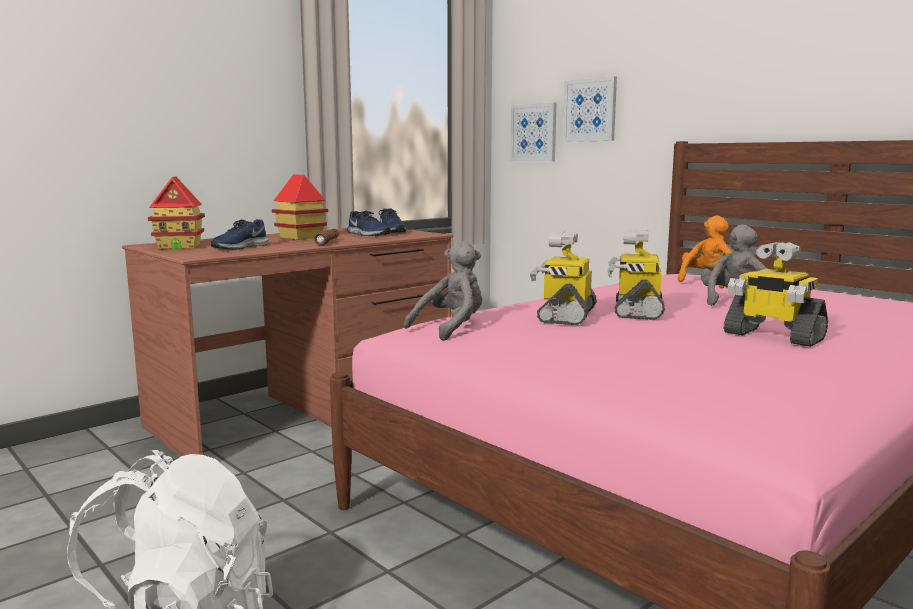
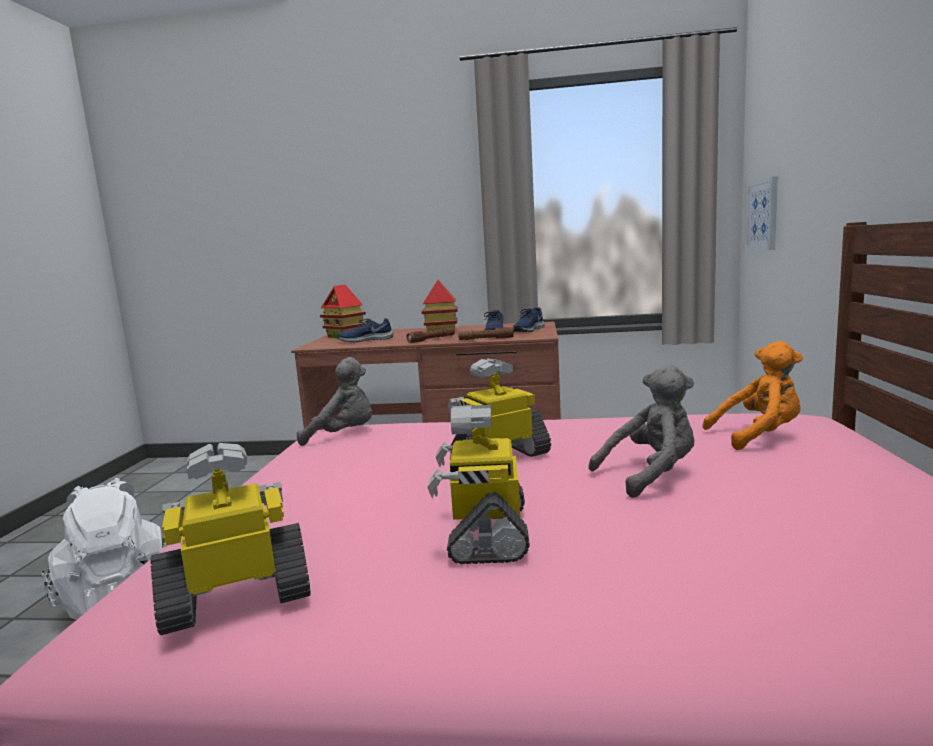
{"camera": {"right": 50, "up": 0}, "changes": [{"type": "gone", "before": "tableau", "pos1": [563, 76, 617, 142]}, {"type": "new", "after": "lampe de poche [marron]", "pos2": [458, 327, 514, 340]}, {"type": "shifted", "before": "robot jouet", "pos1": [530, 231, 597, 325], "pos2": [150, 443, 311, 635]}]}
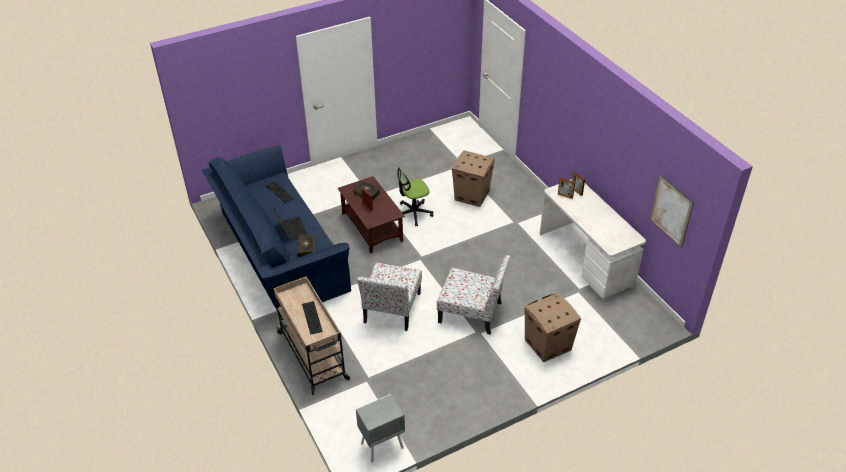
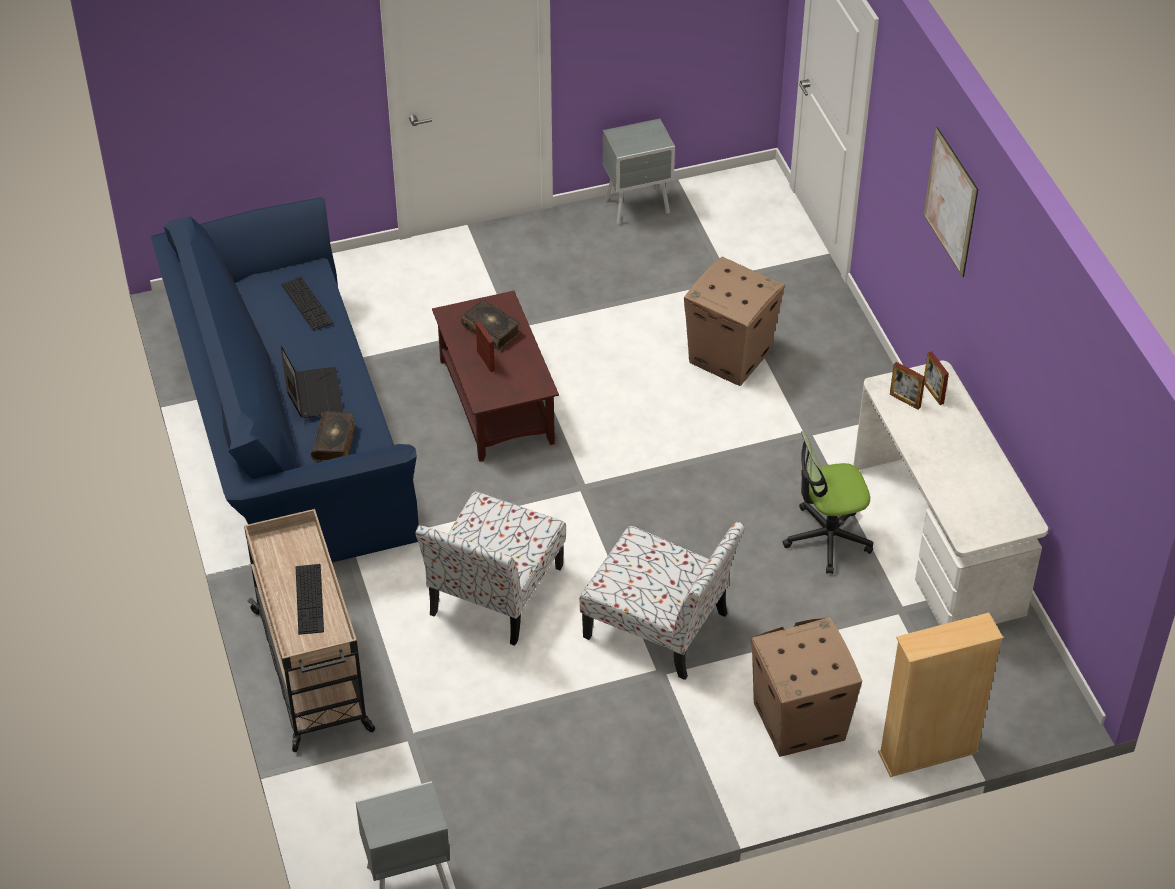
{"camera": {"right": 10, "up": 5}, "changes": [{"type": "new", "after": "table de chevet [gris]", "pos2": [603, 119, 675, 225]}, {"type": "new", "after": "bibliothèque [beige]", "pos2": [878, 613, 1003, 777]}, {"type": "shifted", "before": "chaise de bureau", "pos1": [396, 163, 434, 227], "pos2": [783, 431, 873, 574]}, {"type": "shifted", "before": "tableau", "pos1": [650, 175, 694, 248], "pos2": [924, 127, 978, 277]}]}
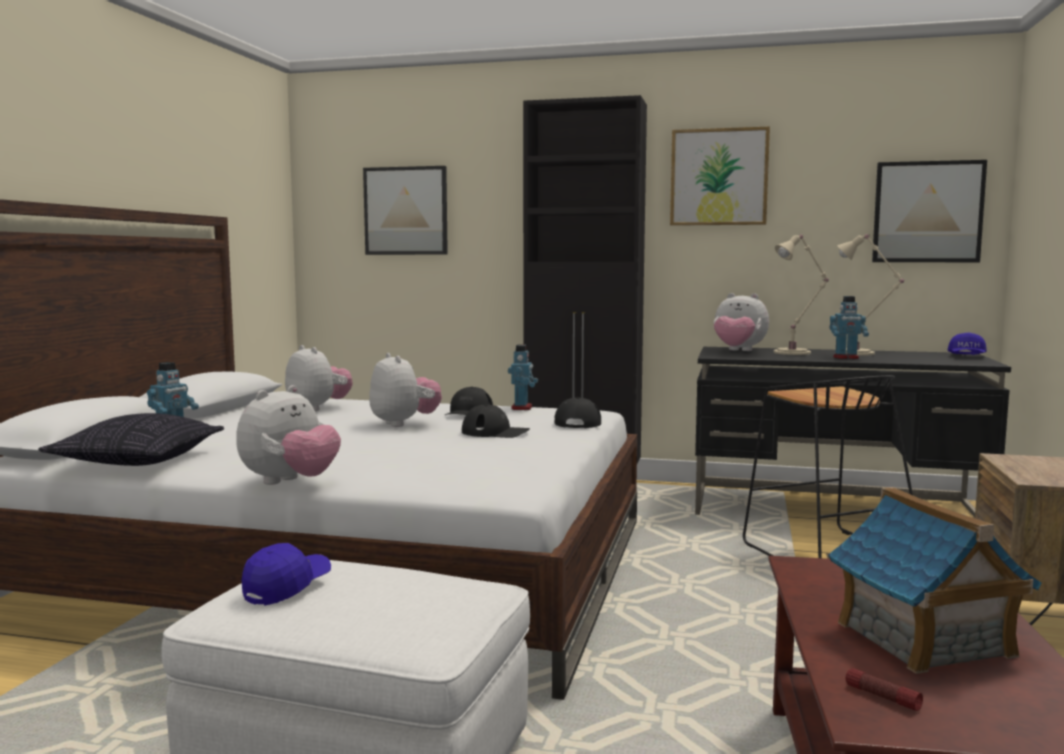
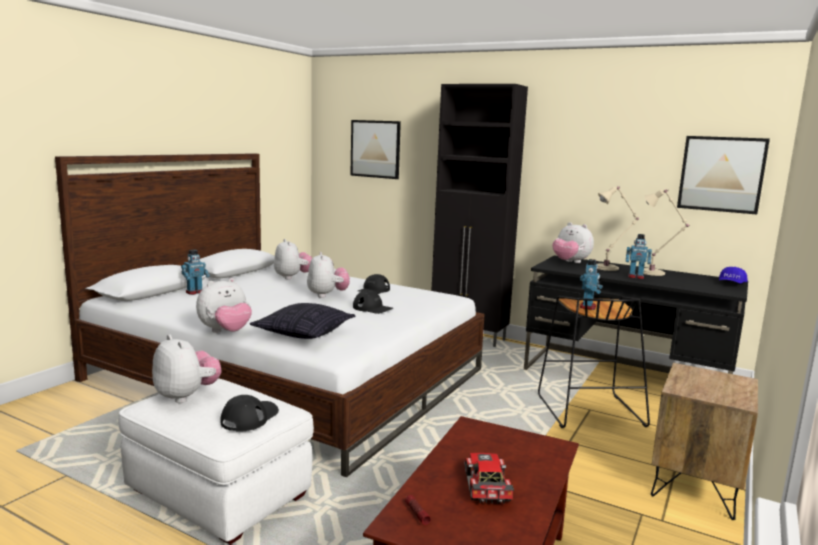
{"camera": {"right": 15, "up": 5}, "changes": [{"type": "gone", "before": "tableau", "pos1": [670, 126, 770, 226]}, {"type": "shifted", "before": "coussin", "pos1": [38, 413, 224, 466], "pos2": [250, 303, 355, 339]}, {"type": "shifted", "before": "robot jouet", "pos1": [508, 345, 538, 410], "pos2": [580, 259, 603, 310]}, {"type": "shifted", "before": "casquette [noir]", "pos1": [555, 397, 601, 428], "pos2": [220, 395, 279, 432]}, {"type": "swapped", "before": "casquette [bleu]", "after": "peluche", "pos1": [242, 543, 331, 606], "pos2": [152, 334, 221, 403]}, {"type": "swapped", "before": "maison miniature", "after": "petite voiture", "pos1": [828, 487, 1042, 674], "pos2": [464, 453, 514, 504]}]}
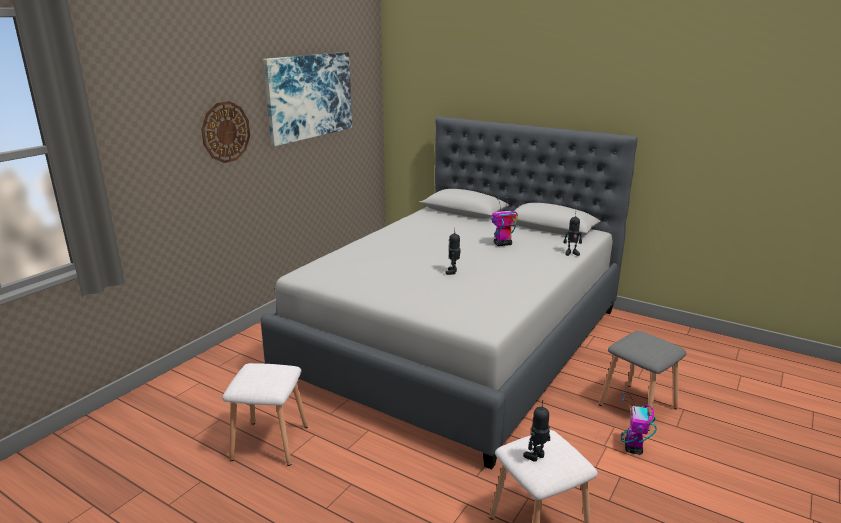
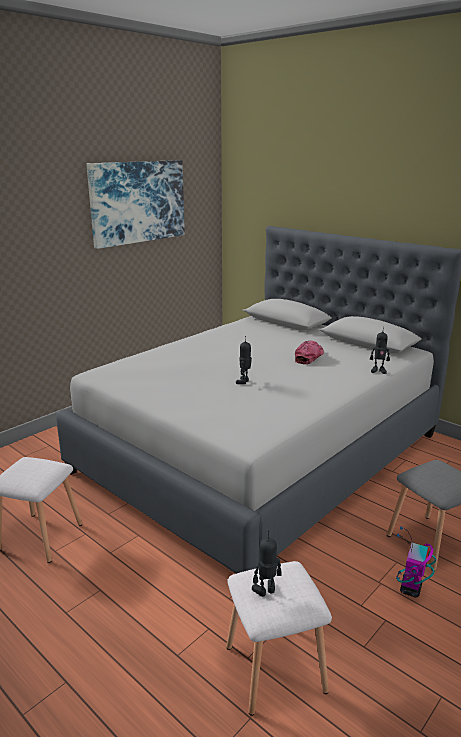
{"camera": {"right": 10, "up": 0}, "changes": [{"type": "gone", "before": "horloge murale", "pos1": [201, 101, 250, 163]}, {"type": "swapped", "before": "robot jouet", "after": "casquette", "pos1": [492, 197, 518, 246], "pos2": [295, 341, 324, 364]}]}
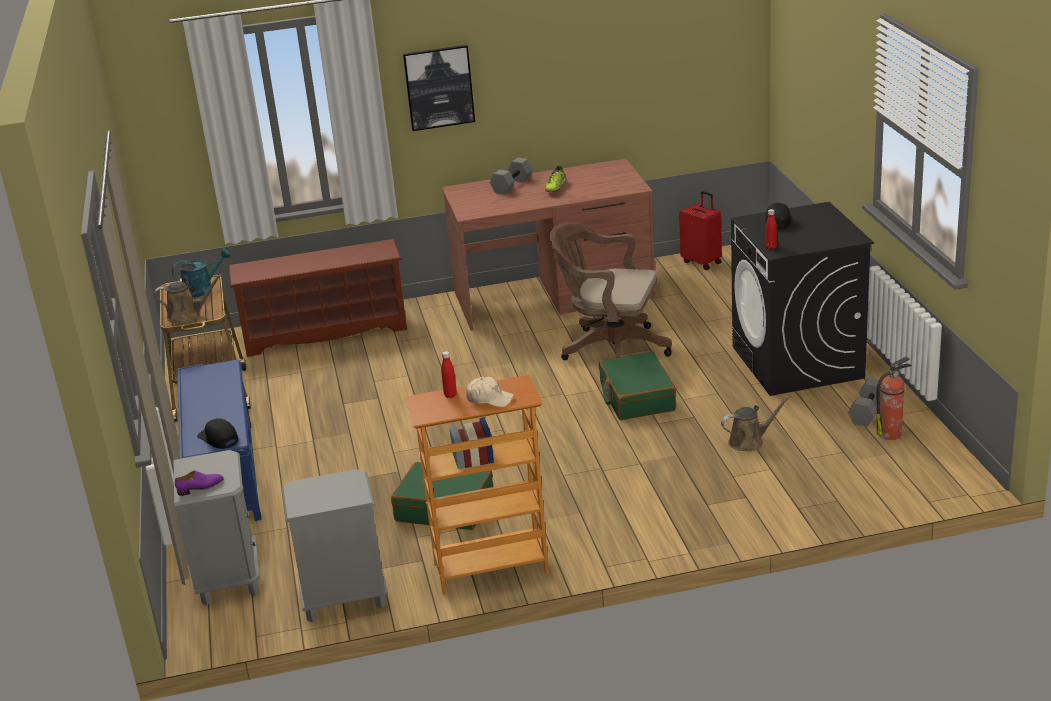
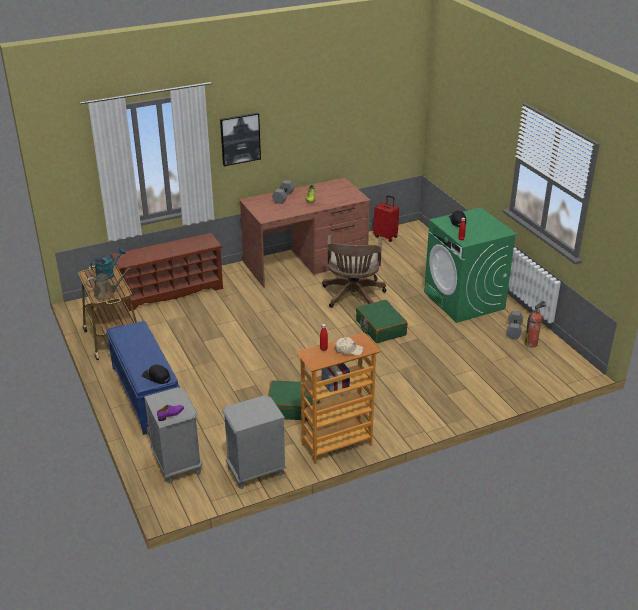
{"camera": {"right": -15, "up": 5}, "changes": [{"type": "gone", "before": "arrosoir [marron]", "pos1": [721, 395, 791, 451]}, {"type": "repainted", "before": "lave-linge [noir]", "after": "lave-linge [vert]", "pos1": [731, 202, 874, 396], "pos2": [424, 207, 517, 323]}, {"type": "rotated", "before": "chaise de bureau [marron]", "pos1": [550, 222, 672, 360], "pos2": [322, 235, 387, 308], "turn": -90}]}
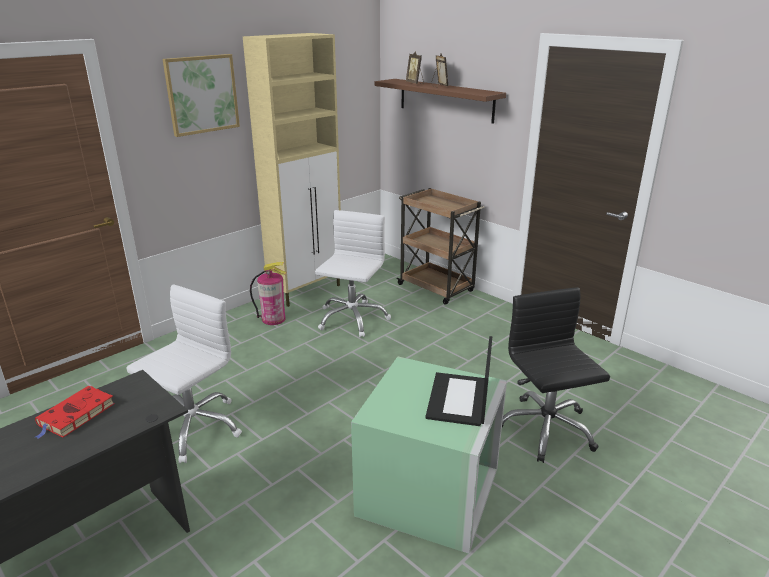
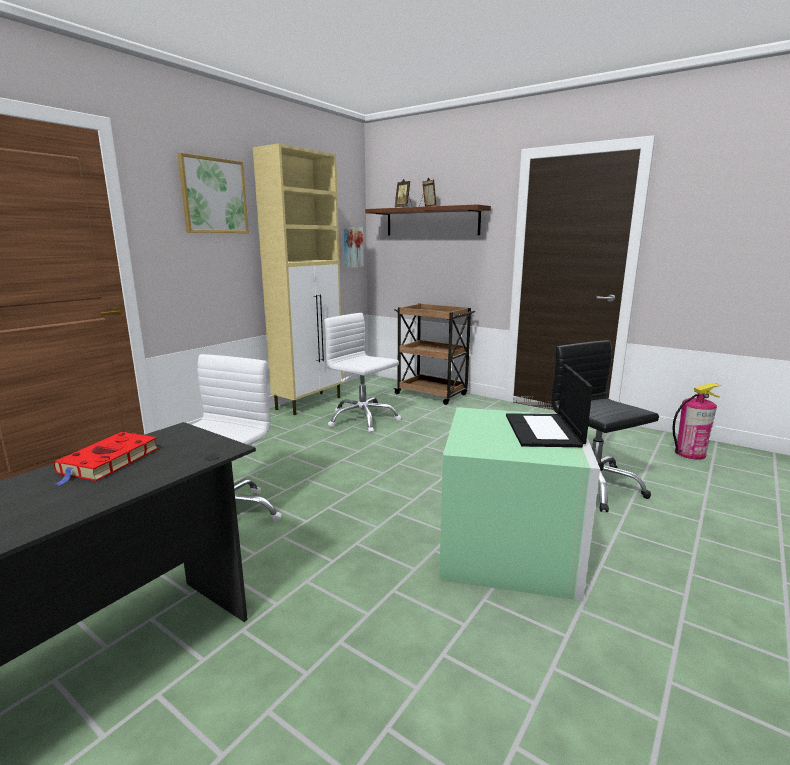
{"camera": {"right": -10, "up": -10}, "changes": [{"type": "new", "after": "tableau", "pos2": [344, 227, 364, 268]}, {"type": "shifted", "before": "extincteur", "pos1": [250, 262, 286, 325], "pos2": [672, 383, 721, 460]}, {"type": "rotated", "before": "chaise de bureau [blanc]", "pos1": [315, 210, 391, 337], "pos2": [324, 313, 401, 433], "turn": -60}]}
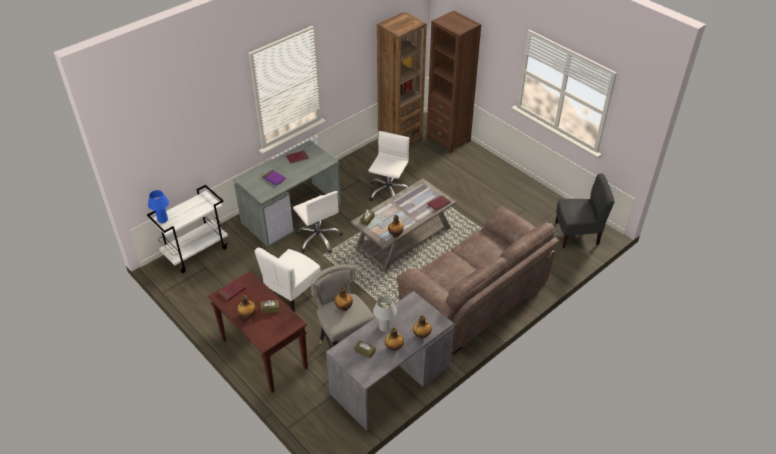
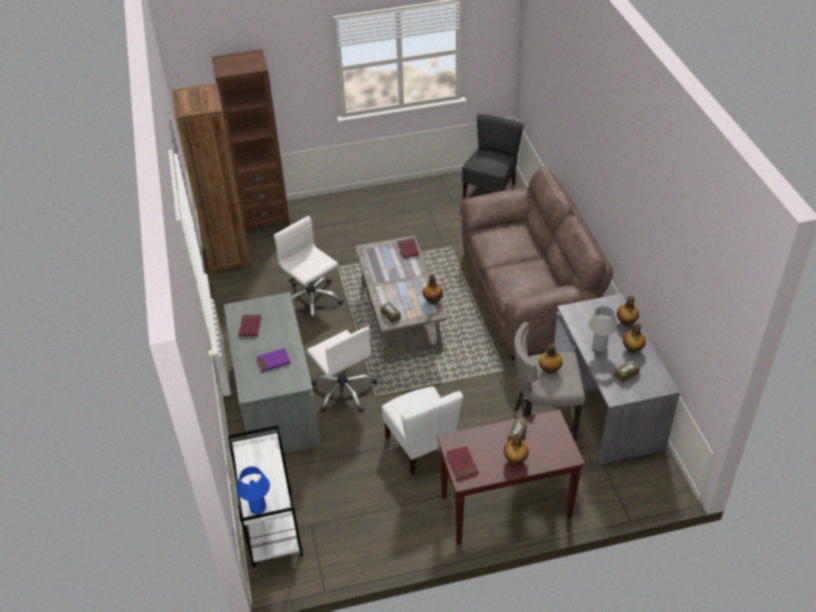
{"camera": {"right": -60, "up": 0}, "changes": [{"type": "rotated", "before": "chaise de bureau [blanc]", "pos1": [293, 191, 343, 253], "pos2": [307, 327, 377, 412], "turn": 60}]}
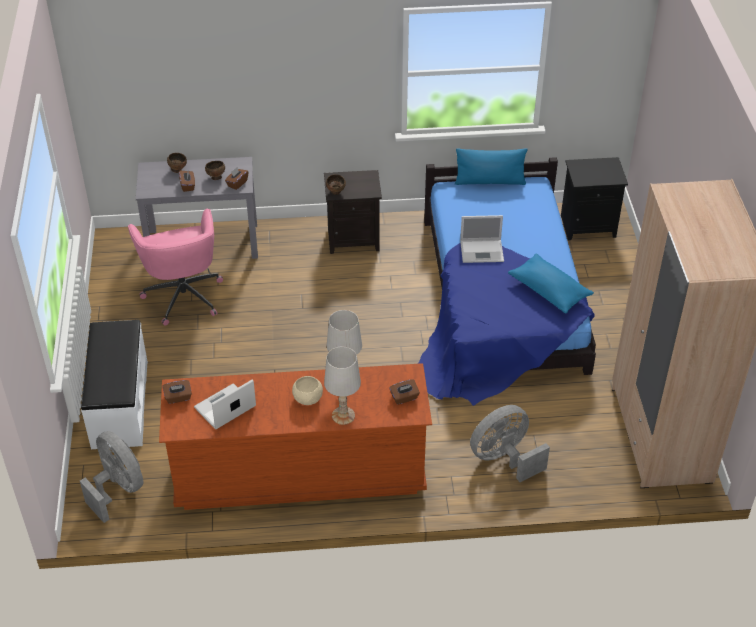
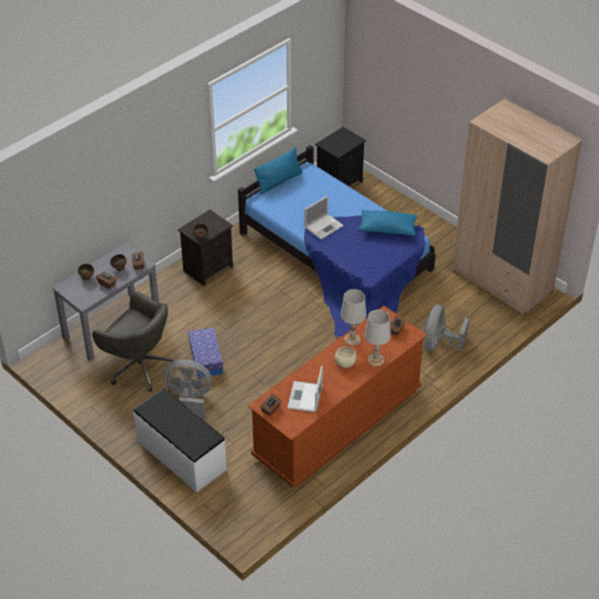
{"camera": {"right": -40, "up": 0}, "changes": [{"type": "new", "after": "boîte de rangement", "pos2": [188, 327, 223, 378]}, {"type": "shifted", "before": "ventilateur [gris]", "pos1": [80, 431, 143, 523], "pos2": [164, 360, 212, 420]}, {"type": "repainted", "before": "chaise de bureau [rose]", "after": "chaise de bureau [gris]", "pos1": [128, 209, 223, 326], "pos2": [92, 292, 174, 392]}]}
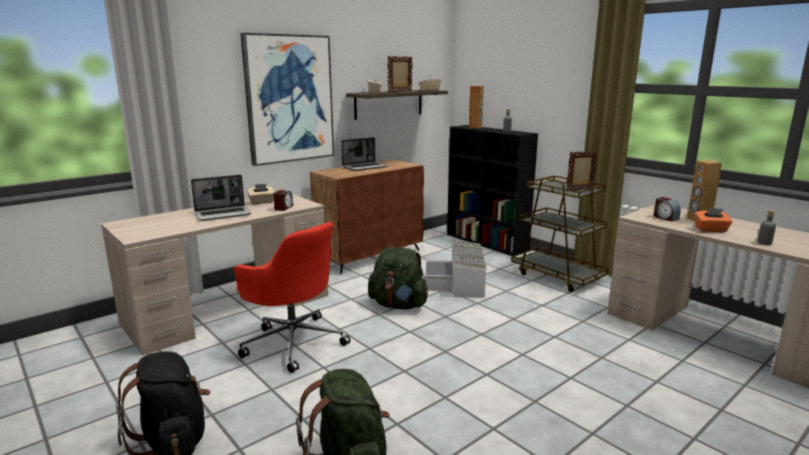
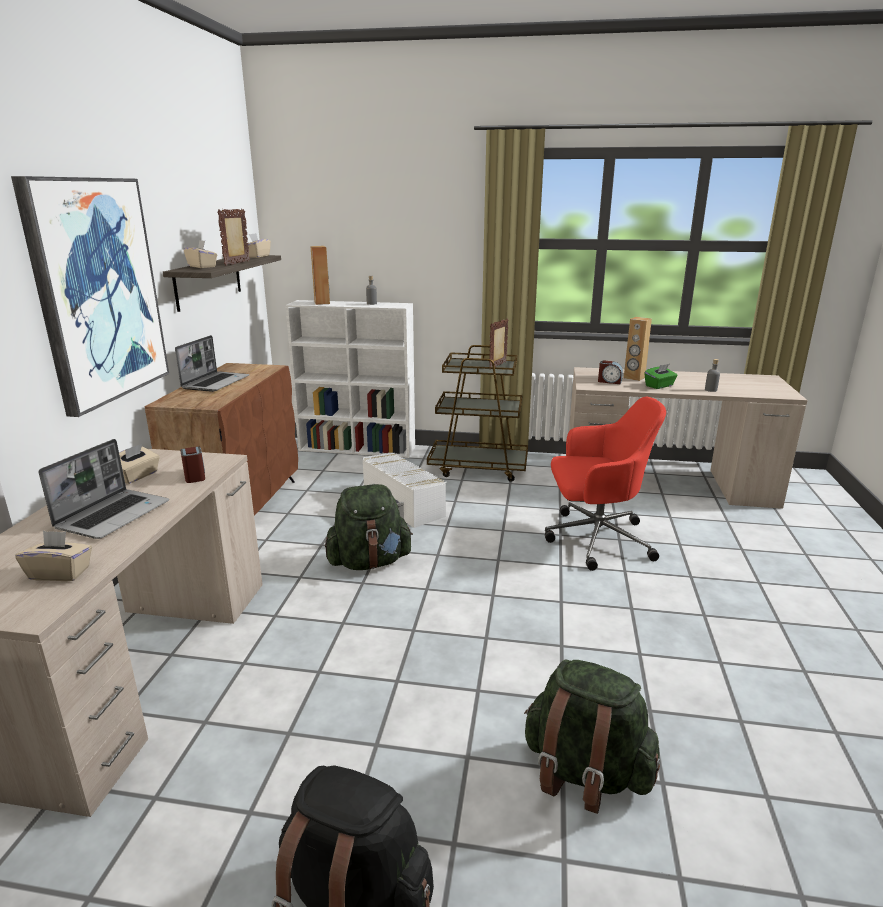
{"camera": {"right": -40, "up": 5}, "changes": [{"type": "new", "after": "boîte à mouchoirs [beige]", "pos2": [15, 531, 92, 581]}, {"type": "shifted", "before": "chaise de bureau [rouge]", "pos1": [234, 222, 351, 373], "pos2": [545, 396, 666, 571]}, {"type": "repainted", "before": "bibliothèque [noir]", "after": "bibliothèque [blanc]", "pos1": [447, 125, 538, 256], "pos2": [285, 300, 415, 458]}, {"type": "repainted", "before": "boîte à mouchoirs [orange]", "after": "boîte à mouchoirs [vert]", "pos1": [694, 208, 733, 232], "pos2": [644, 364, 678, 389]}]}
